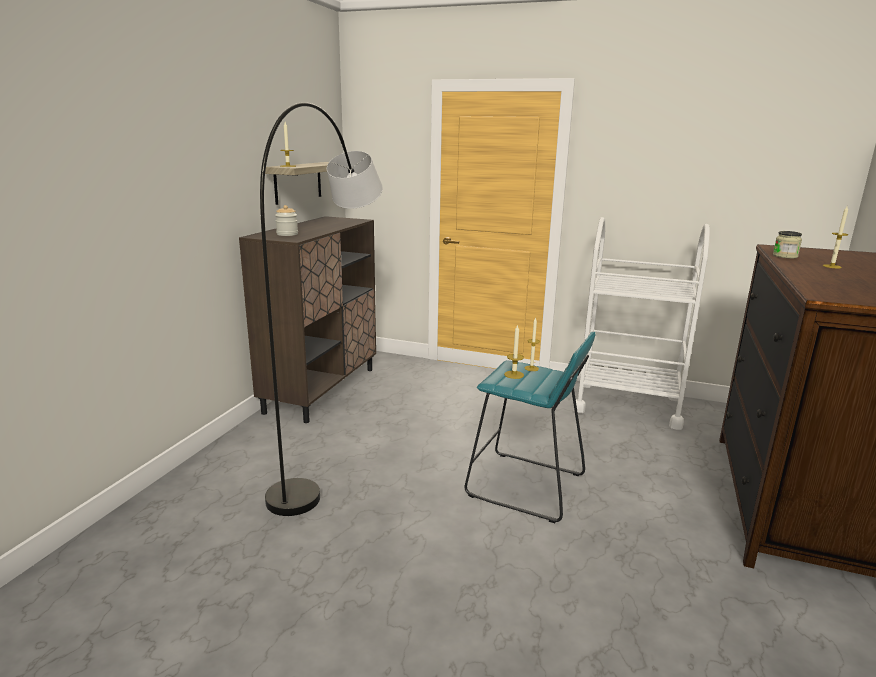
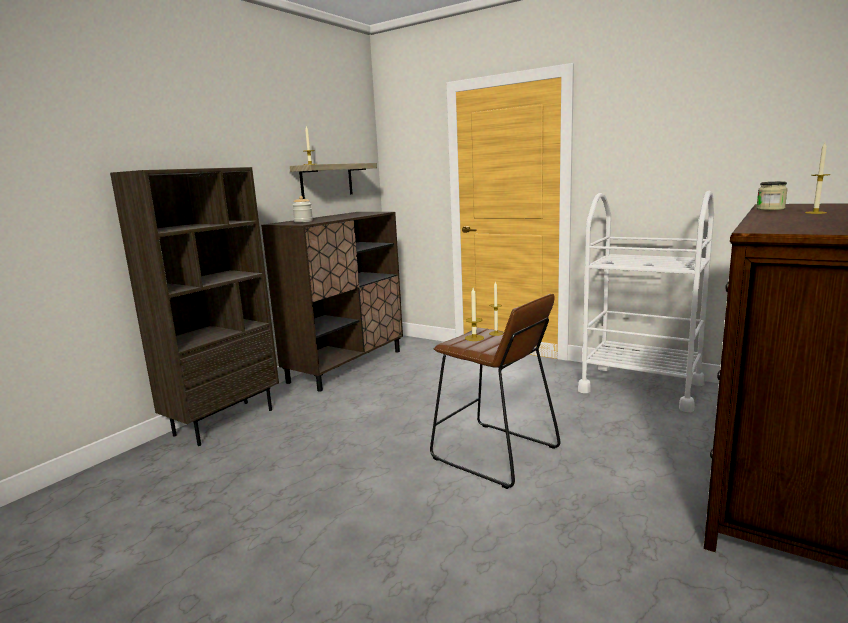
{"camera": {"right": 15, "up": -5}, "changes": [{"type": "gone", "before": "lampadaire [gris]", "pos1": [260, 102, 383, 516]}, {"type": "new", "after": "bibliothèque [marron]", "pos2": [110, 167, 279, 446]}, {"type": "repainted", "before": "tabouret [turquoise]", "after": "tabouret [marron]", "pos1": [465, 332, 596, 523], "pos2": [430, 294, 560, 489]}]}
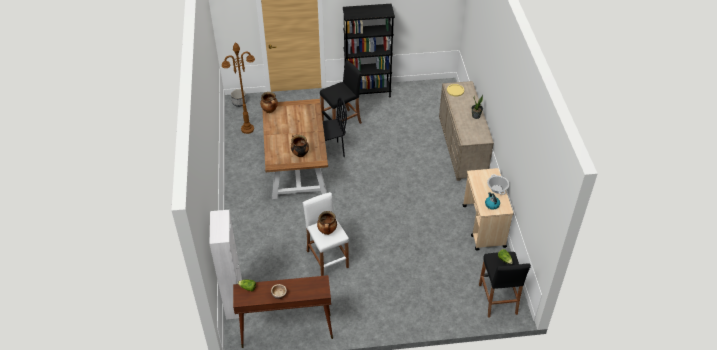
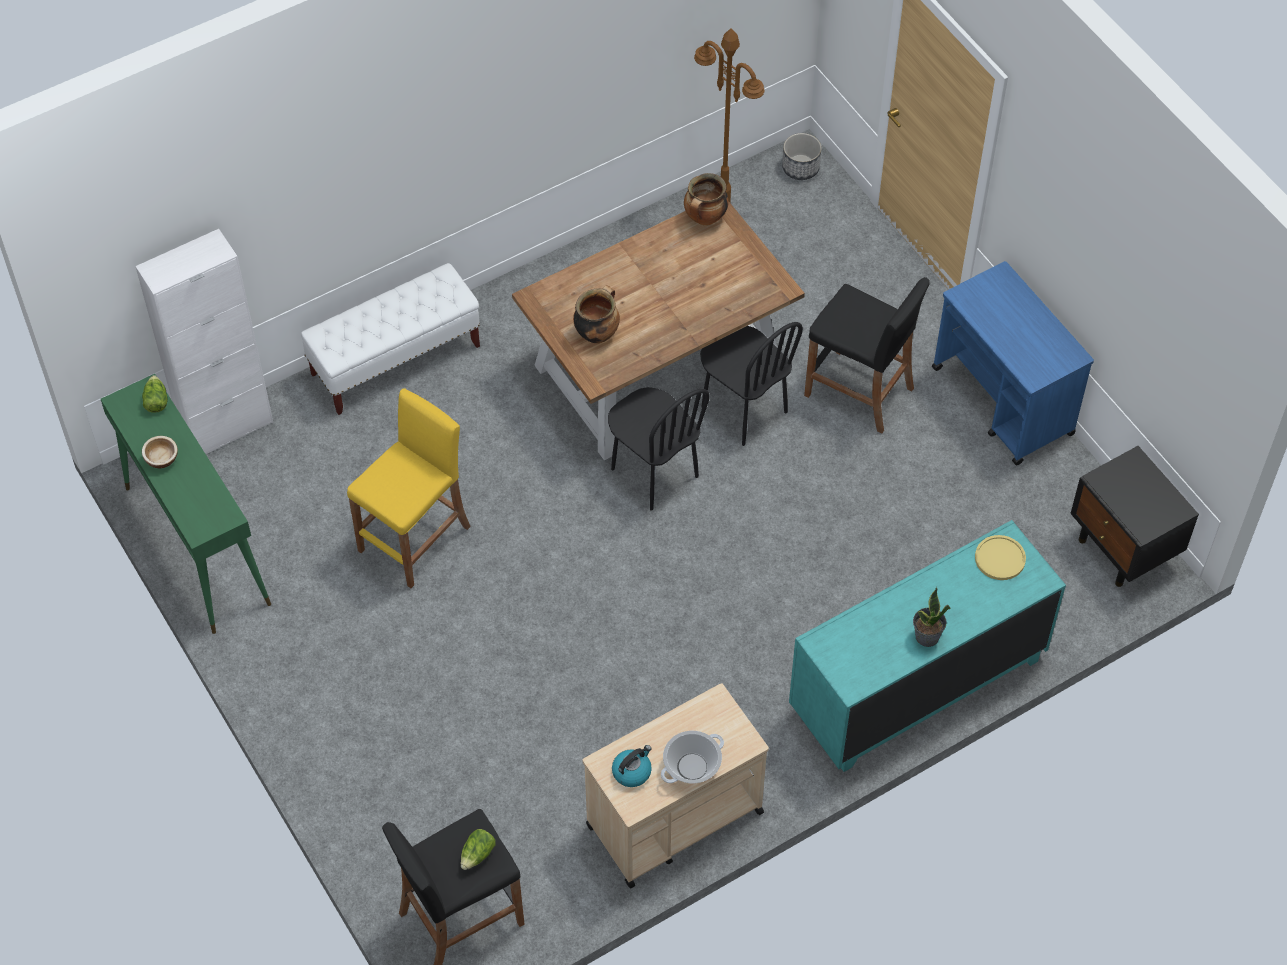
{"camera": {"right": 65, "up": 10}, "changes": [{"type": "gone", "before": "marmite", "pos1": [317, 211, 337, 235]}, {"type": "new", "after": "banc [blanc]", "pos2": [301, 263, 480, 415]}, {"type": "new", "after": "chaise [noir]", "pos2": [608, 387, 710, 510]}, {"type": "new", "after": "table de chevet [noir]", "pos2": [1070, 446, 1199, 587]}, {"type": "swapped", "before": "bibliothèque [noir]", "after": "chariot [bleu]", "pos1": [343, 4, 395, 97], "pos2": [932, 261, 1094, 466]}, {"type": "repainted", "before": "table console [marron]", "after": "table console [vert]", "pos1": [233, 275, 333, 348], "pos2": [101, 374, 271, 634]}, {"type": "repainted", "before": "tabouret [blanc]", "after": "tabouret [jaune]", "pos1": [303, 192, 349, 276], "pos2": [347, 388, 471, 588]}, {"type": "repainted", "before": "commode [beige]", "after": "commode [turquoise]", "pos1": [439, 81, 494, 181], "pos2": [789, 520, 1066, 772]}]}
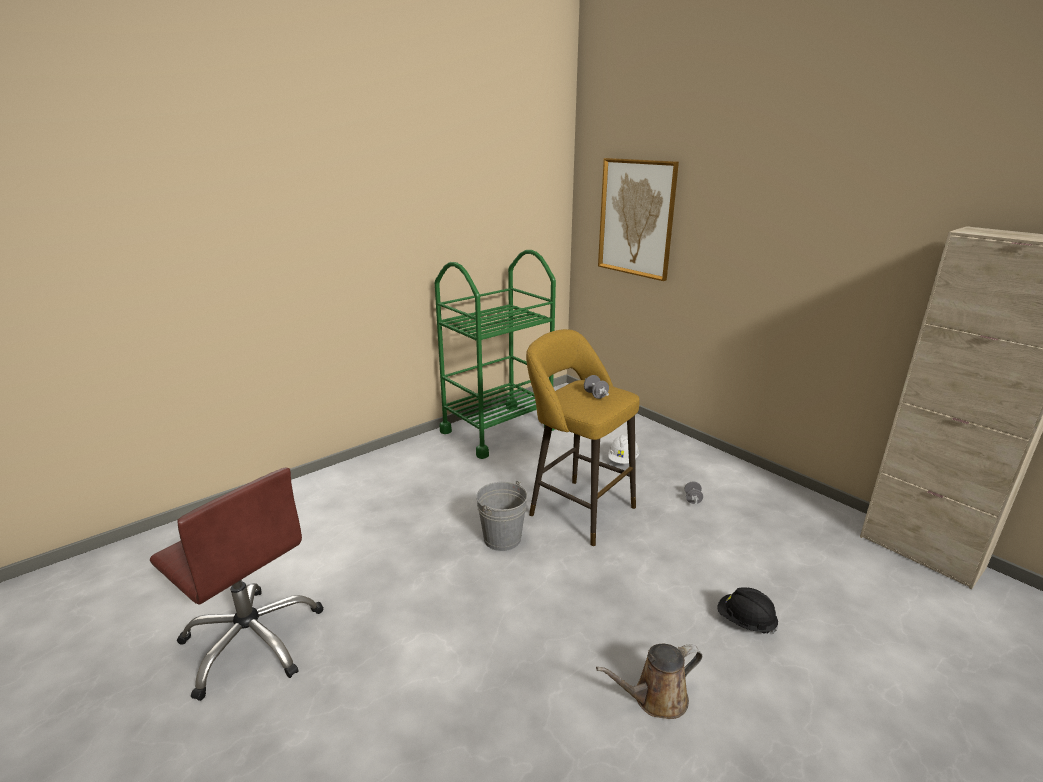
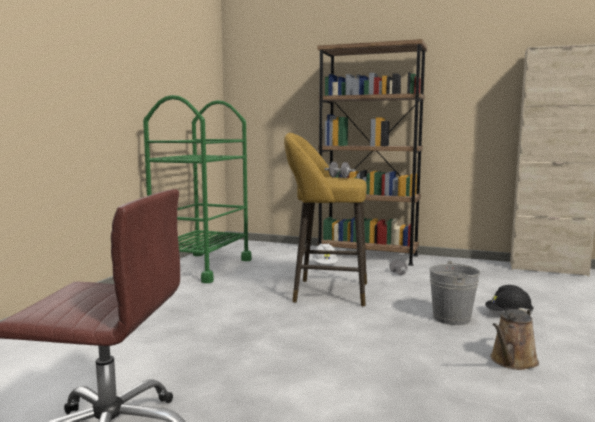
{"camera": {"right": -30, "up": -15}, "changes": [{"type": "gone", "before": "tableau", "pos1": [598, 158, 679, 281]}, {"type": "new", "after": "bibliothèque [marron]", "pos2": [317, 39, 427, 266]}, {"type": "shifted", "before": "seau [gris]", "pos1": [476, 481, 528, 551], "pos2": [429, 260, 480, 325]}]}
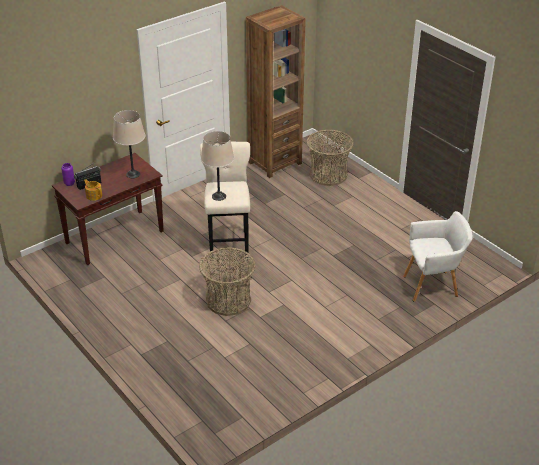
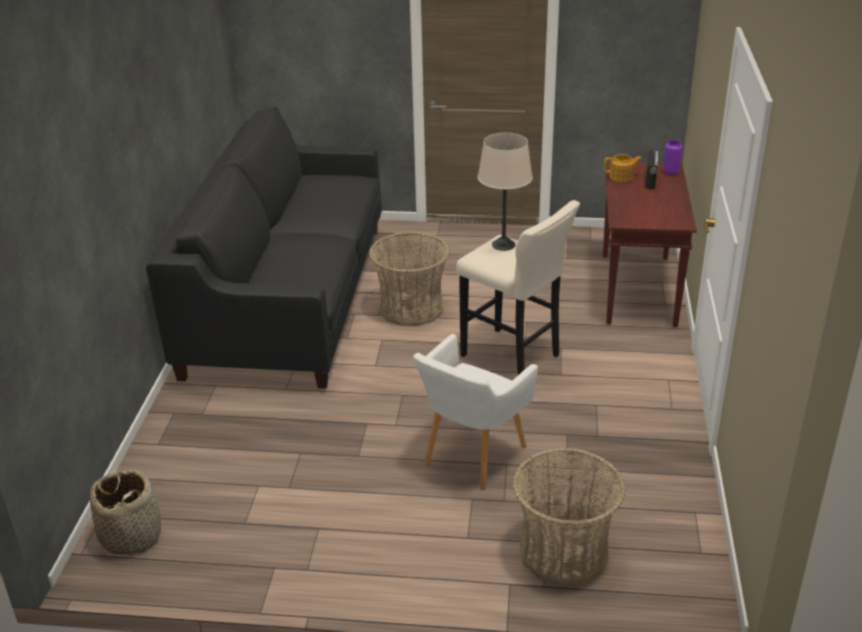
{"camera": {"right": 135, "up": -5}, "changes": [{"type": "gone", "before": "lampe de table [beige]", "pos1": [113, 110, 145, 178]}, {"type": "gone", "before": "bibliothèque [marron]", "pos1": [246, 5, 306, 178]}, {"type": "new", "after": "panier", "pos2": [90, 469, 161, 556]}, {"type": "new", "after": "canapé [noir]", "pos2": [146, 107, 382, 389]}, {"type": "shifted", "before": "fauteuil [blanc]", "pos1": [403, 211, 473, 302], "pos2": [413, 334, 538, 490]}]}
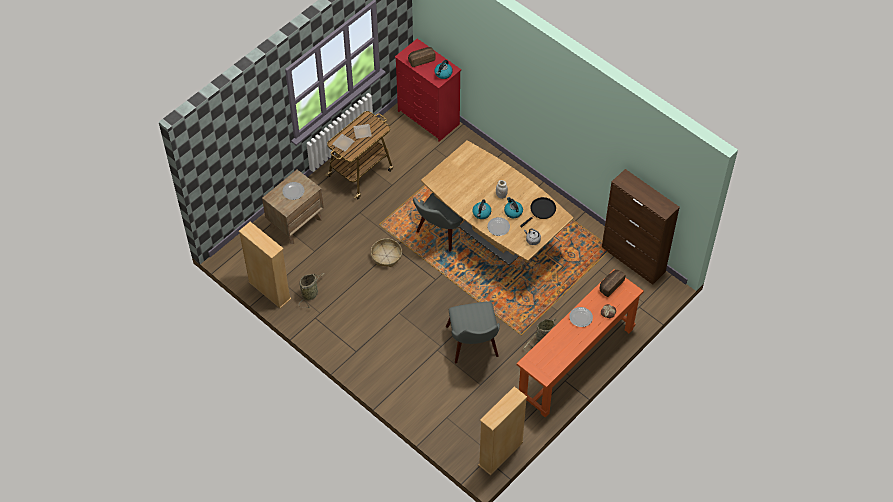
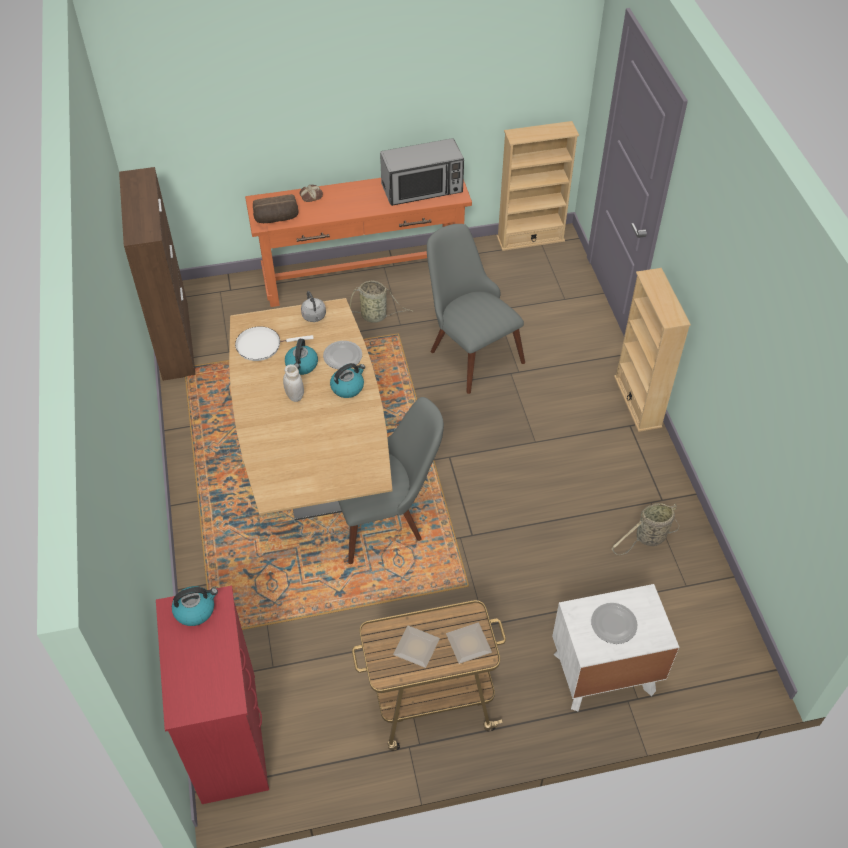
{"camera": {"right": -145, "up": -5}, "changes": [{"type": "gone", "before": "panier", "pos1": [371, 239, 402, 267]}, {"type": "gone", "before": "pain", "pos1": [408, 47, 436, 67]}, {"type": "gone", "before": "assiette", "pos1": [569, 307, 593, 327]}, {"type": "new", "after": "micro-ondes", "pos2": [380, 138, 464, 206]}, {"type": "shifted", "before": "bibliothèque [beige]", "pos1": [239, 222, 291, 309], "pos2": [614, 268, 691, 432]}, {"type": "repainted", "before": "table de chevet [marron]", "after": "table de chevet [blanc]", "pos1": [262, 169, 324, 244], "pos2": [552, 584, 679, 711]}, {"type": "repainted", "before": "poêle [noir]", "after": "poêle [blanc]", "pos1": [520, 197, 556, 227], "pos2": [235, 326, 314, 361]}, {"type": "rotated", "before": "chaise [gris]", "pos1": [446, 302, 500, 363], "pos2": [427, 224, 525, 394], "turn": -60}]}
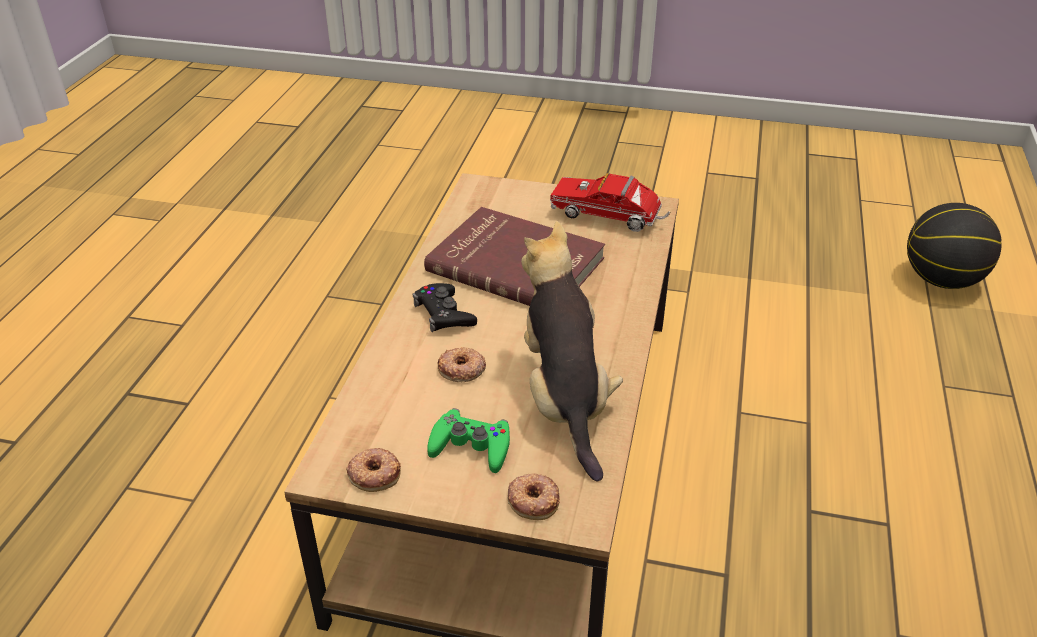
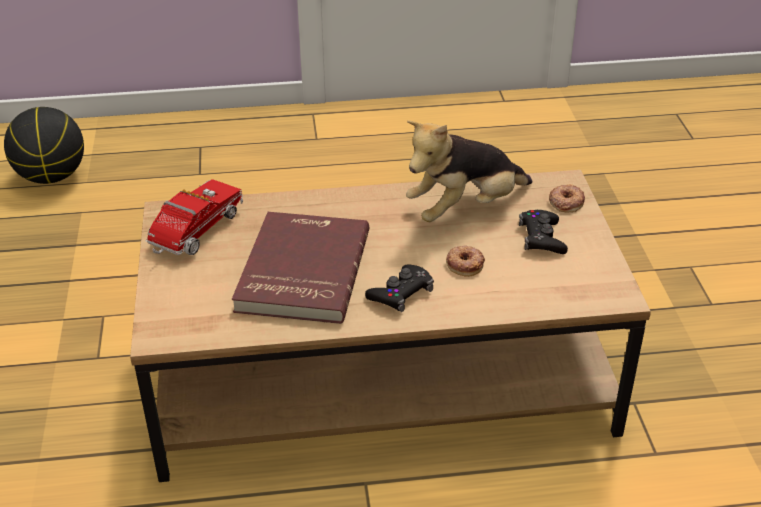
{"camera": {"right": -110, "up": 0}, "changes": [{"type": "gone", "before": "beignet", "pos1": [346, 448, 401, 492]}, {"type": "repainted", "before": "manette [vert]", "after": "manette [noir]", "pos1": [427, 408, 510, 473], "pos2": [519, 210, 568, 254]}, {"type": "rotated", "before": "camion jouet", "pos1": [550, 173, 670, 232], "pos2": [146, 179, 243, 255], "turn": -150}]}
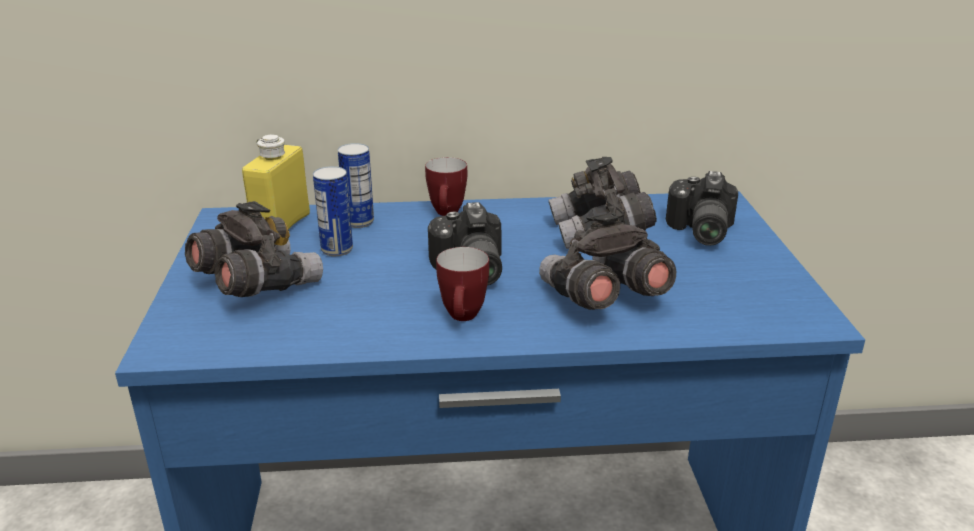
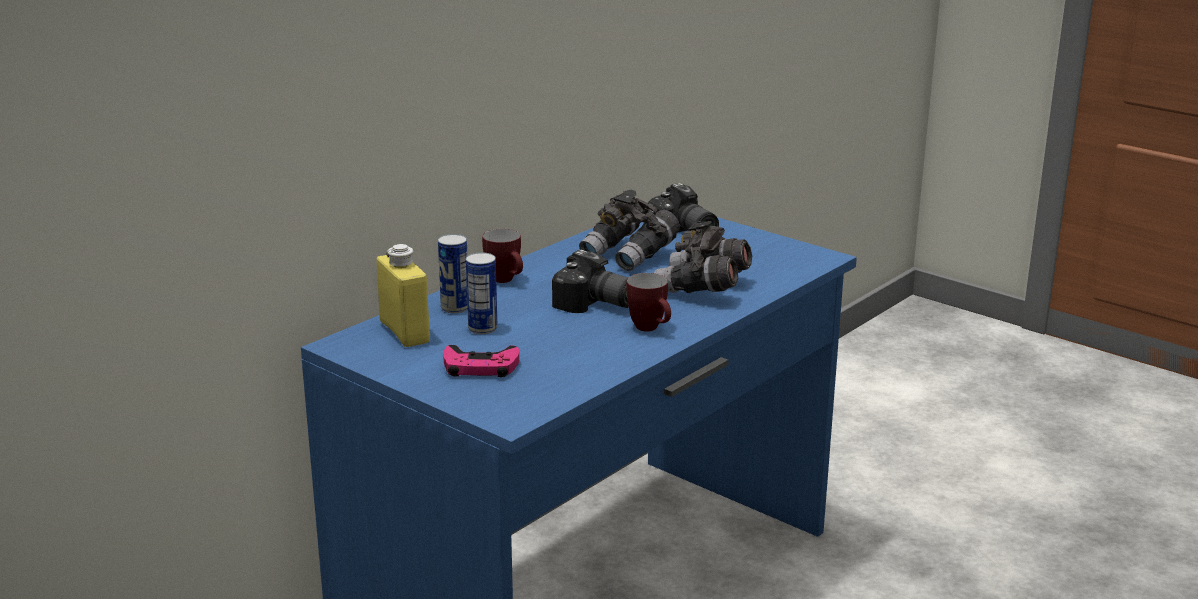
{"camera": {"right": -45, "up": -5}, "changes": [{"type": "swapped", "before": "jumelles [gris]", "after": "manette [rose]", "pos1": [185, 201, 323, 297], "pos2": [443, 345, 519, 377]}]}
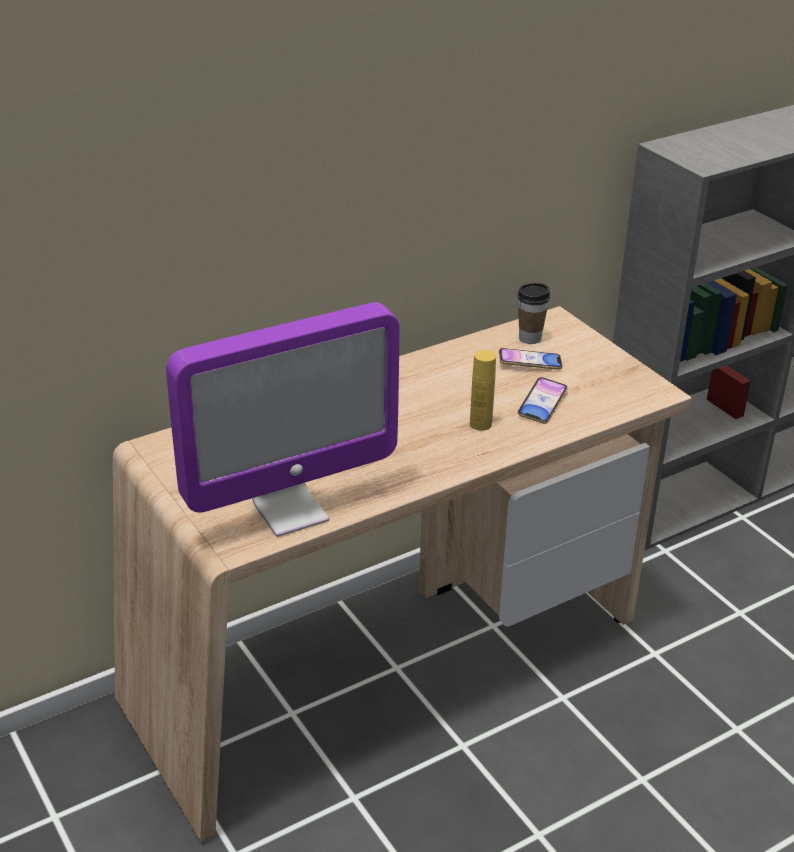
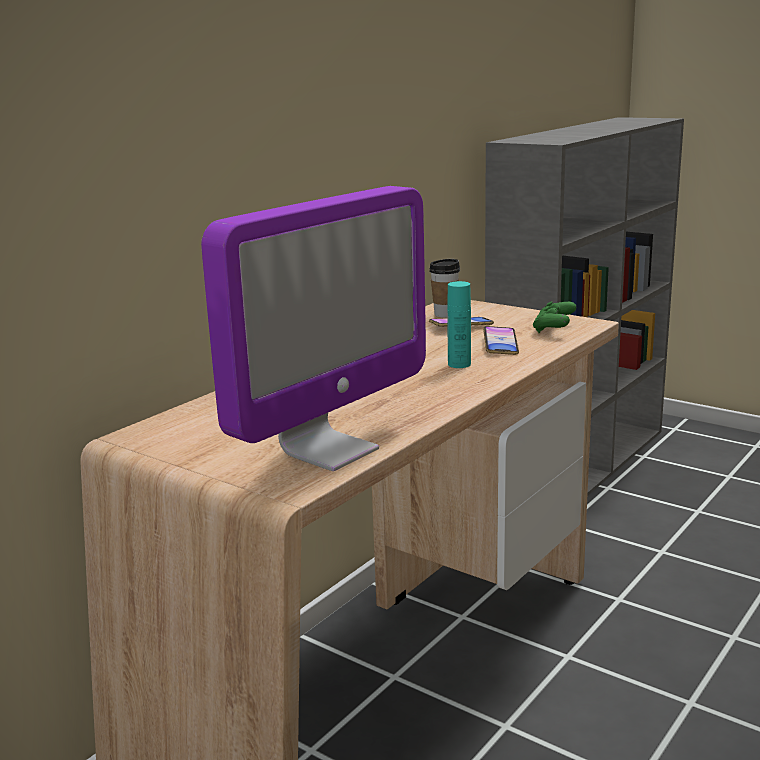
{"camera": {"right": -20, "up": -15}, "changes": [{"type": "new", "after": "manette [vert]", "pos2": [533, 301, 576, 333]}, {"type": "repainted", "before": "bouteille [jaune]", "after": "bouteille [turquoise]", "pos1": [470, 350, 496, 431], "pos2": [447, 281, 471, 368]}]}
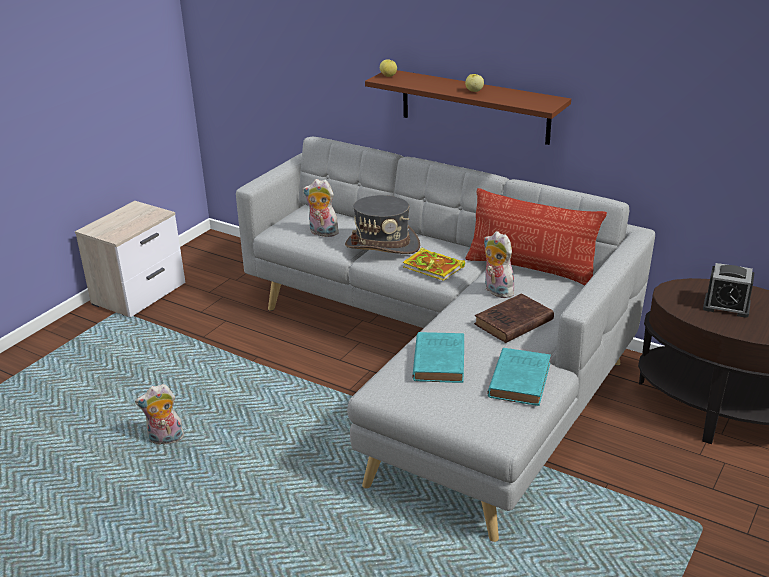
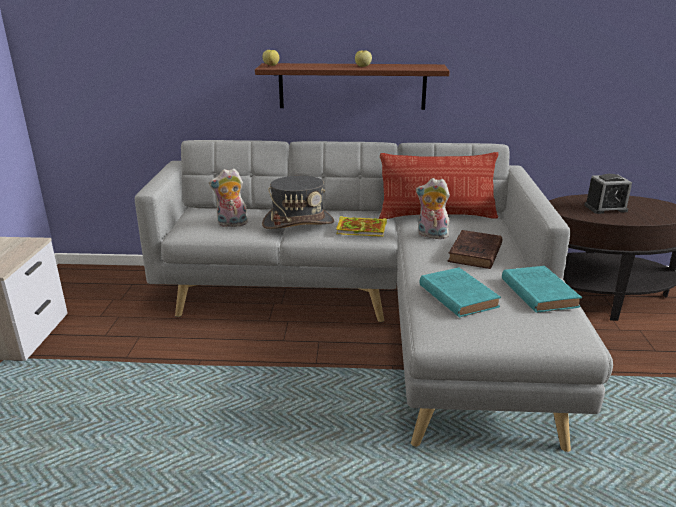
{"camera": {"right": -30, "up": -5}, "changes": [{"type": "gone", "before": "peluche", "pos1": [135, 384, 185, 445]}]}
